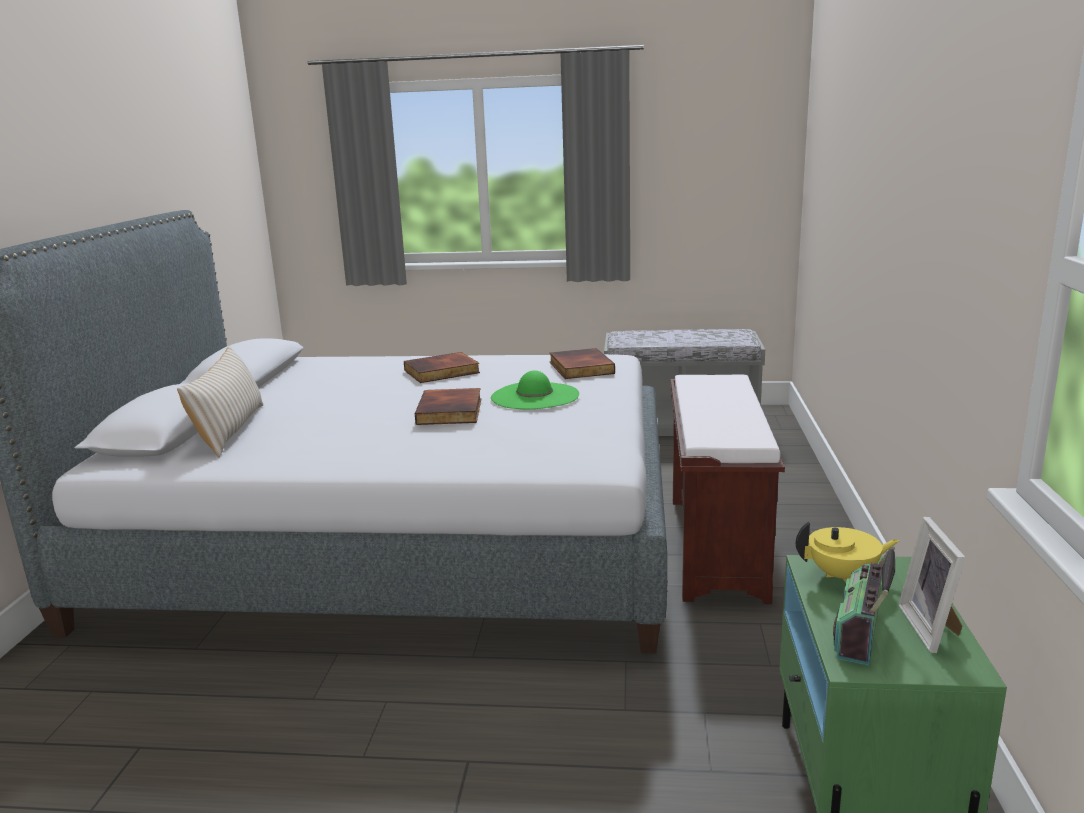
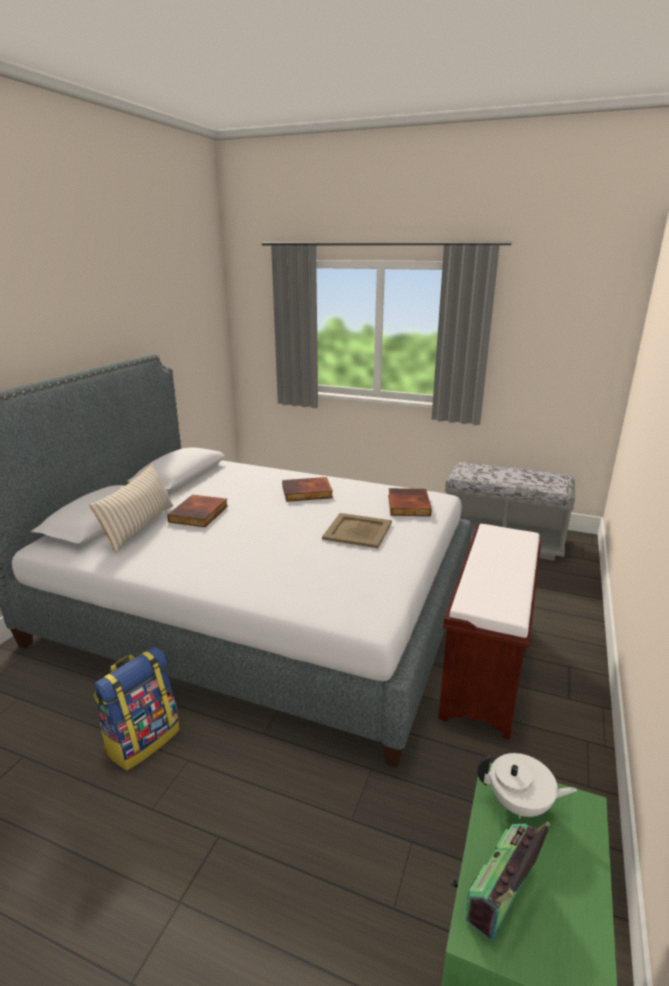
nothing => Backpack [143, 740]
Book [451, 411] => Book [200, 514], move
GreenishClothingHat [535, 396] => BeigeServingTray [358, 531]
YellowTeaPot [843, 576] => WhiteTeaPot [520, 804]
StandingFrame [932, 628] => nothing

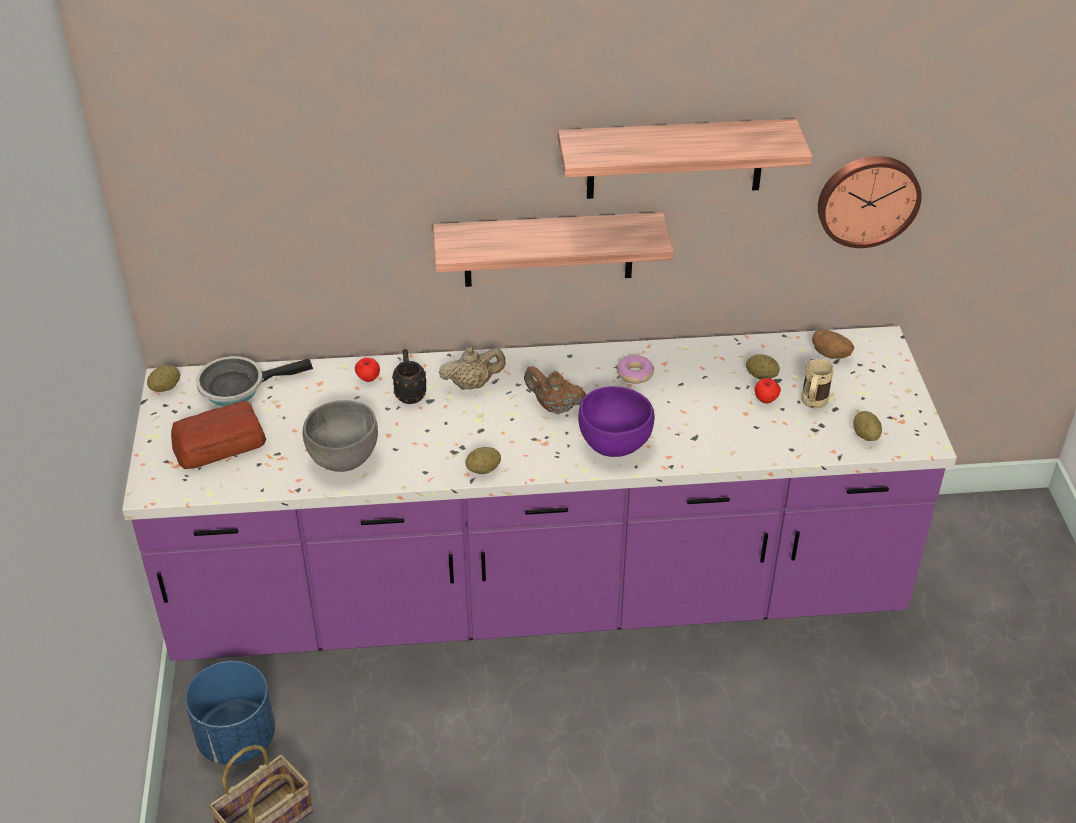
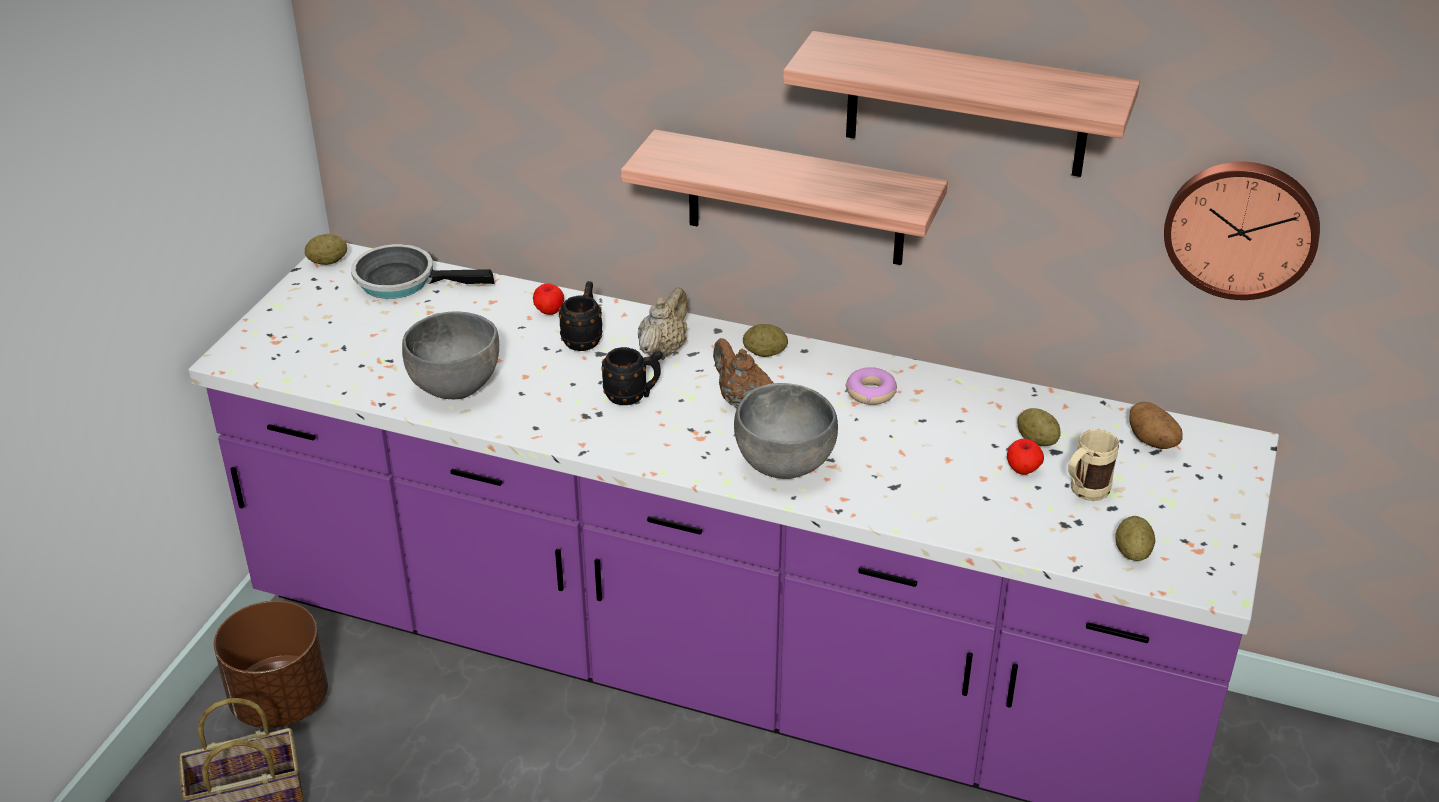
BlueFlowerPot [236, 738] => BrownishFlowerPot [280, 701]
nothing => BlackCoffeeMug [633, 396]
BeigeTeaPot [472, 384] => BeigeTeaPot [663, 350], 75 degrees counterclockwise
PurpleColouredServingBowl [613, 445] => GrayServingBowl [783, 465]
Potato [483, 469] => Potato [765, 353], move
BakedBread [218, 445] => nothing

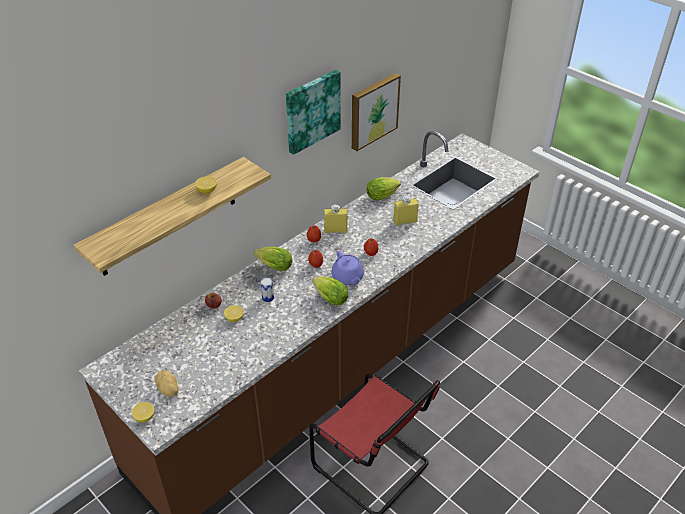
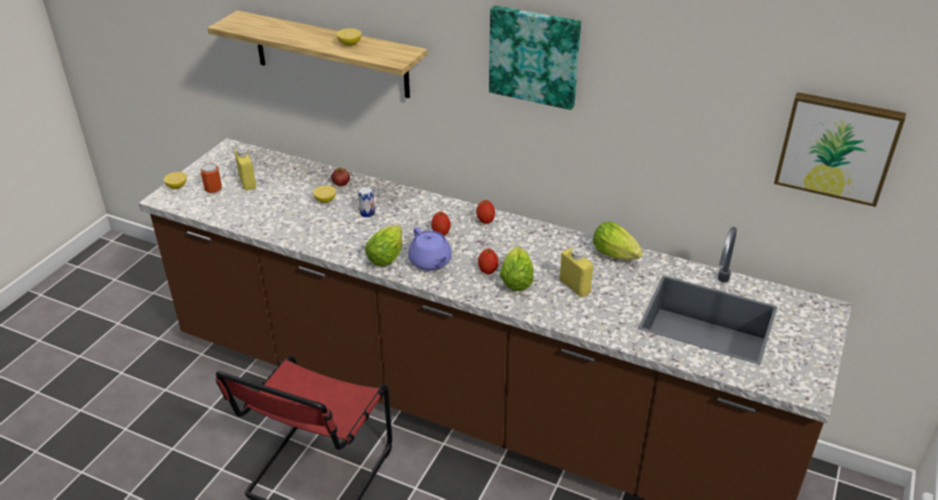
Potato [168, 390] => Can [213, 189]
YellowDrinkBottle [335, 230] => YellowDrinkBottle [247, 182], move
PurpleColouredTeaPot [348, 278] => PurpleColouredTeaPot [430, 262], 75 degrees counterclockwise
Lettuce [272, 266] => Lettuce [516, 279], move
Picture [373, 110] => Picture [837, 147], move

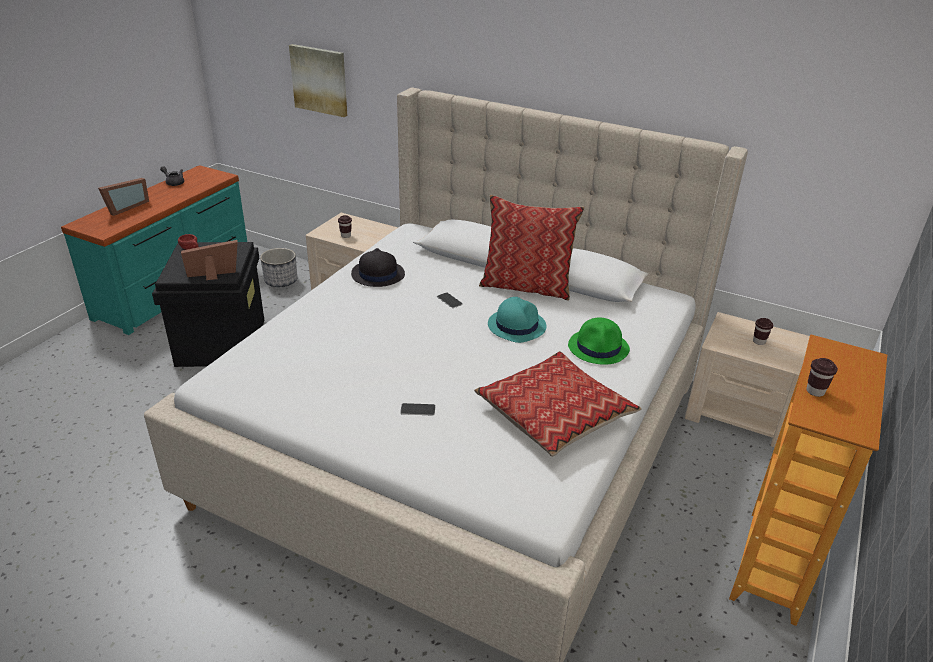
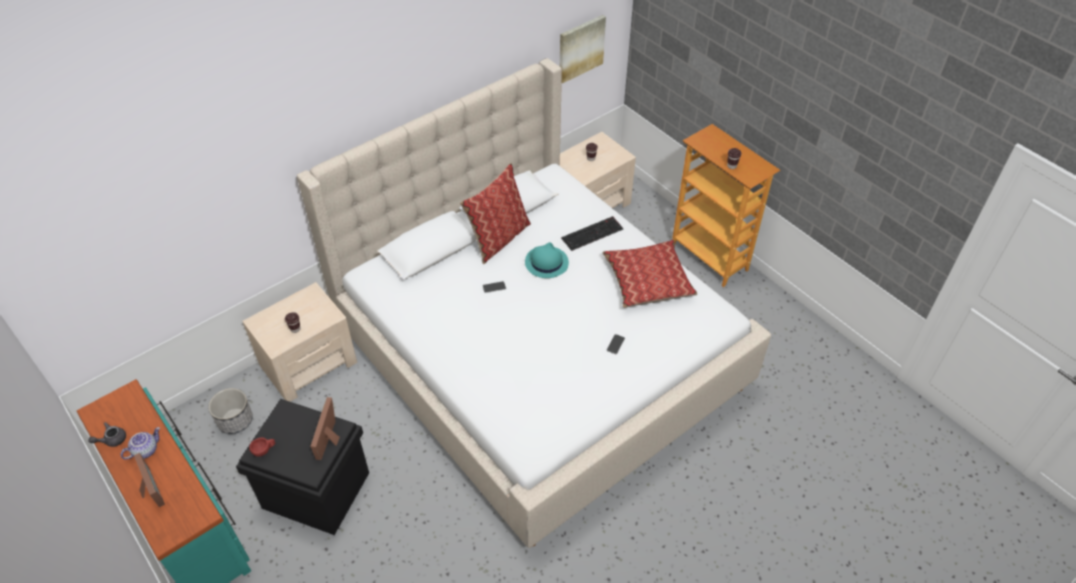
nothing => TeaPot [145, 450]
Picture [320, 80] => Picture [580, 48], move
GreenishClothingHat [599, 348] => Keyboard [592, 233]
BlackClothingHat [377, 274] => nothing

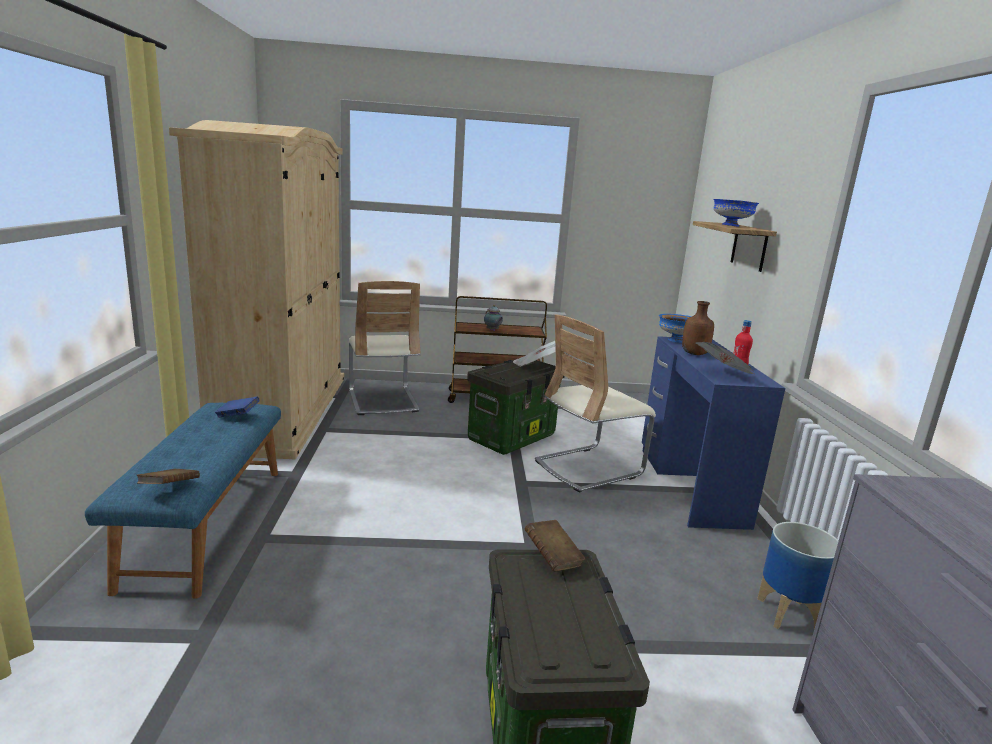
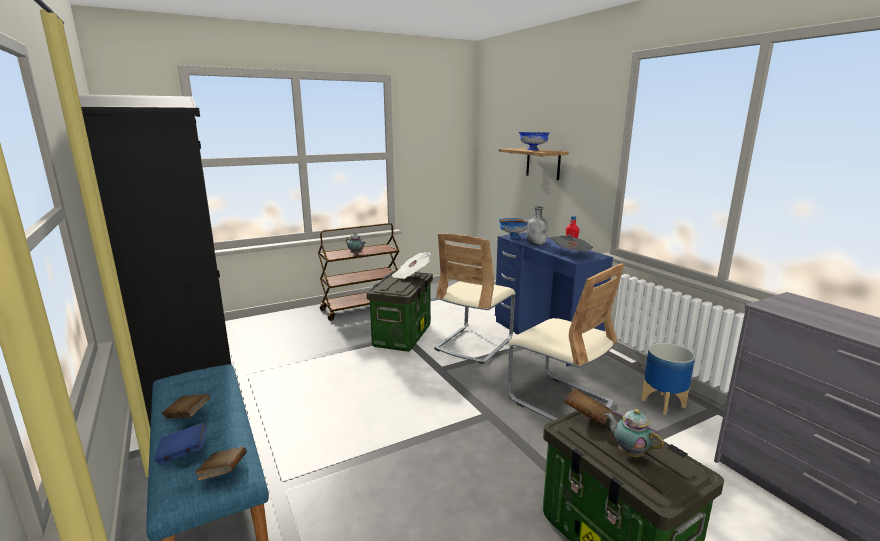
BeigeClothesCupboard [283, 410] => BlackClothesCupboard [187, 367]
BlueBook [238, 416] => BlueBook [183, 453], move
nothing => BrownishBook [187, 415]
BeigeChair [383, 401] => BeigeChair [560, 401], move
BrownishDrinkBottle [695, 354] => GrayDrinkBottle [536, 244]
nothing => TeaPot [629, 452]

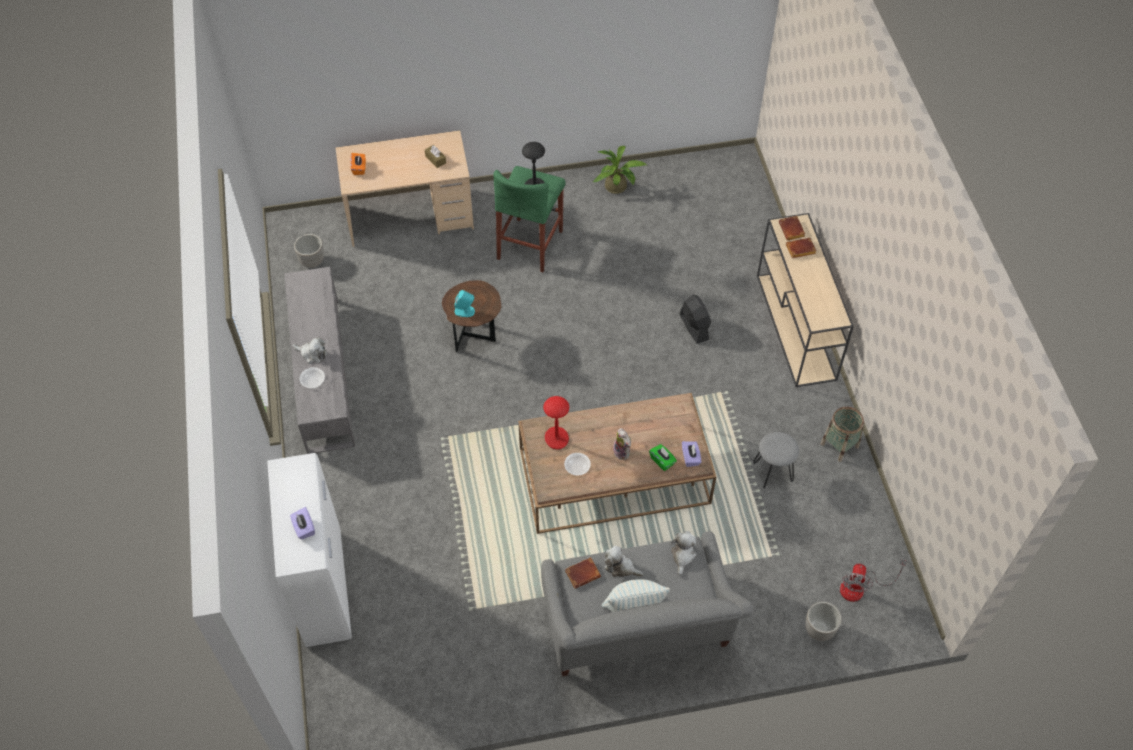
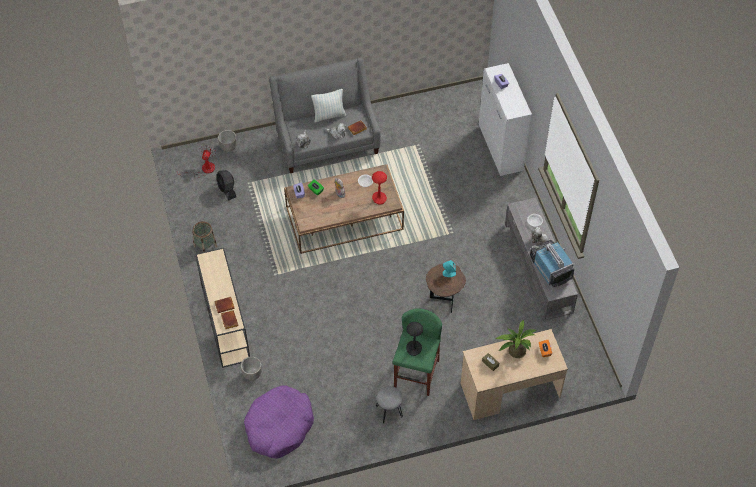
BlackCoolingFan [694, 327] => BlackCoolingFan [227, 190], move
FlowerPot [312, 261] => FlowerPot [252, 375], move
nothing => PurpleColouredPetBed [279, 426]
GrayStool [773, 472] => GrayStool [389, 411], move
PottedPlant [618, 187] => PottedPlant [514, 350], move
nothing => Television [550, 268]

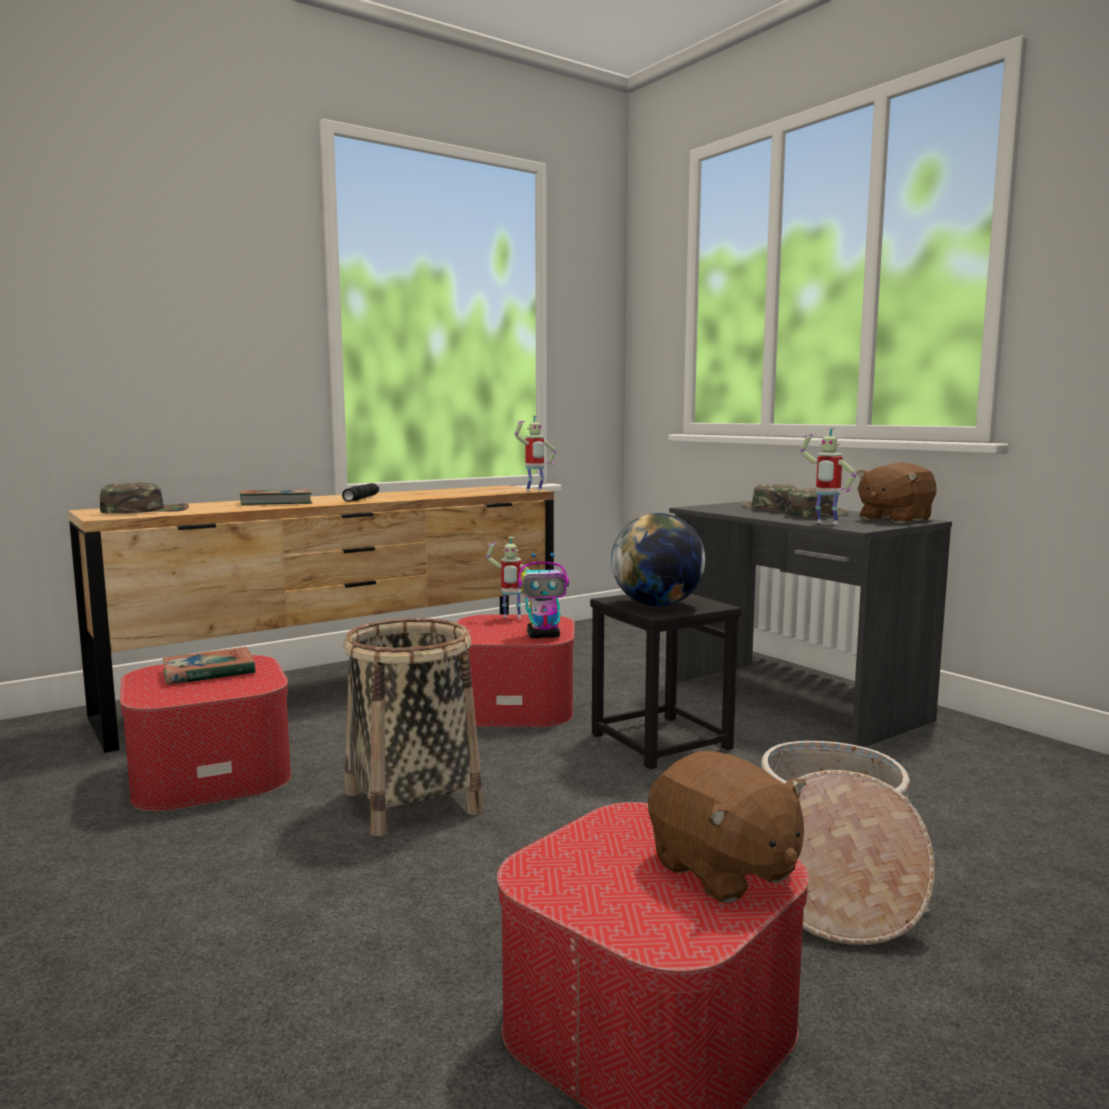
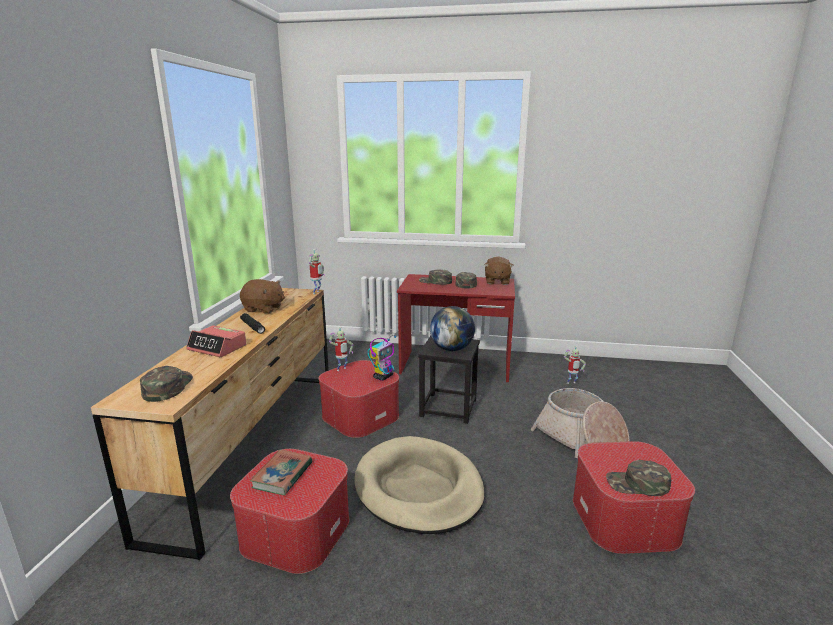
Book [276, 502] => AlarmClock [217, 347]
BrownishSoftToy [723, 870] => BrownishSoftToy [263, 309], move
HouseholdBasket [411, 802] => BeigePetBed [418, 488]
GrayDeskUnit [793, 701] => RedDeskUnit [455, 366]
RobotFigure [825, 523] => RobotFigure [571, 383], move
nothing => GreenishPeakedCap [637, 484]

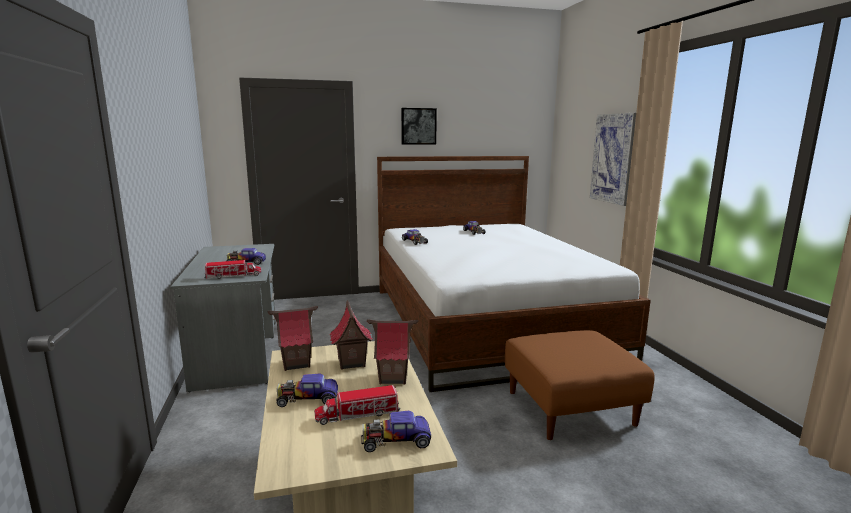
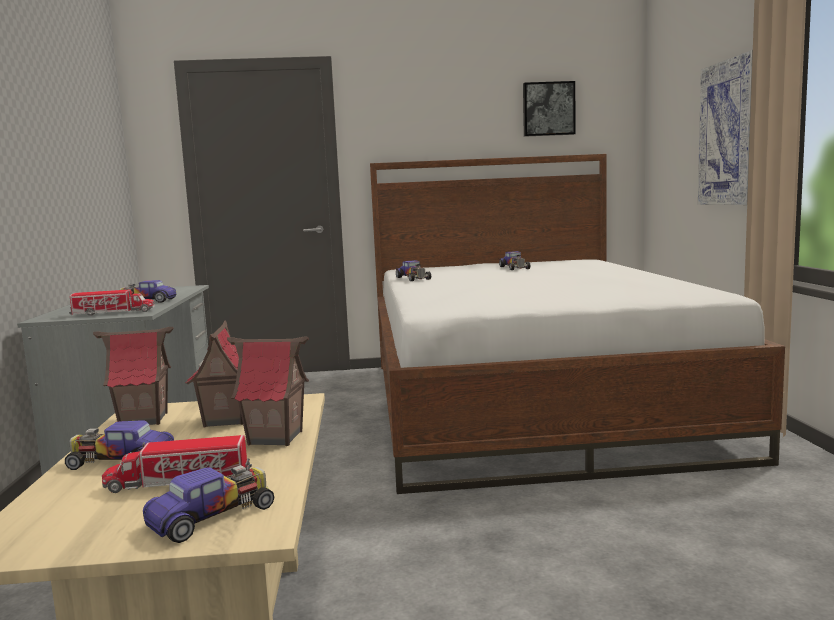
ToyCar [395, 440] => ToyCar [212, 516], 135 degrees clockwise
Picture [418, 126] => Picture [548, 109], move
BrownishOttoman [570, 407] => nothing

